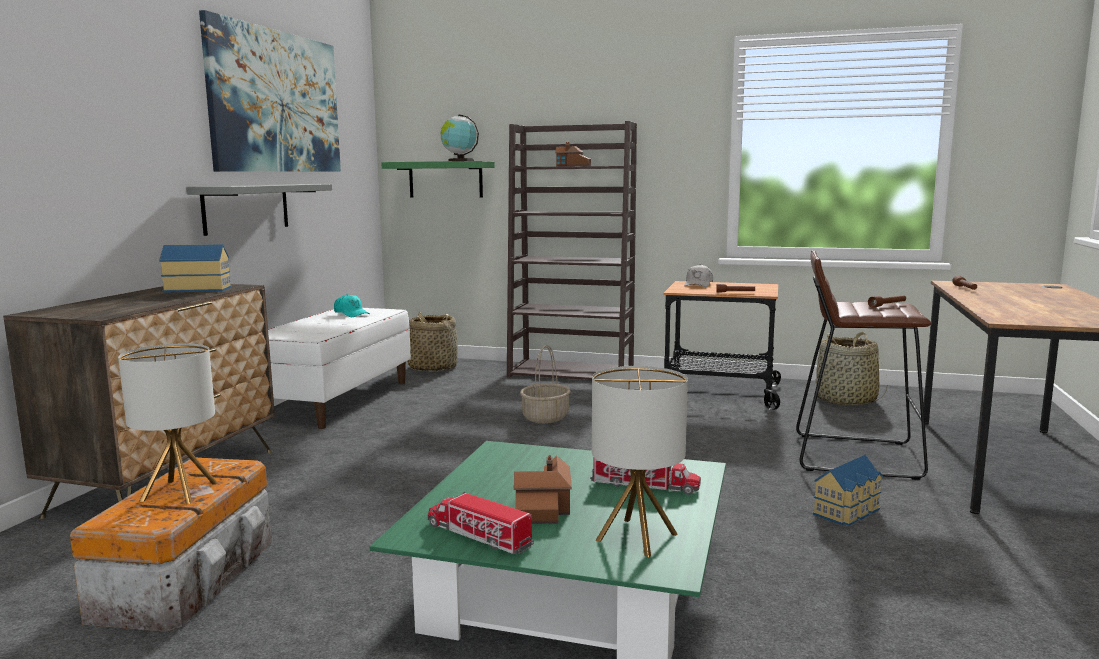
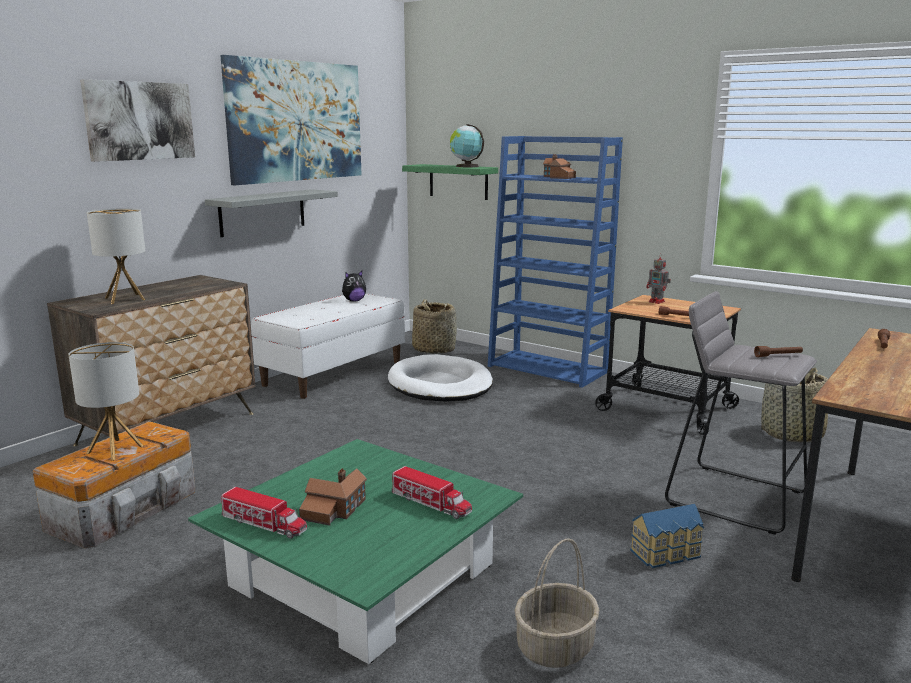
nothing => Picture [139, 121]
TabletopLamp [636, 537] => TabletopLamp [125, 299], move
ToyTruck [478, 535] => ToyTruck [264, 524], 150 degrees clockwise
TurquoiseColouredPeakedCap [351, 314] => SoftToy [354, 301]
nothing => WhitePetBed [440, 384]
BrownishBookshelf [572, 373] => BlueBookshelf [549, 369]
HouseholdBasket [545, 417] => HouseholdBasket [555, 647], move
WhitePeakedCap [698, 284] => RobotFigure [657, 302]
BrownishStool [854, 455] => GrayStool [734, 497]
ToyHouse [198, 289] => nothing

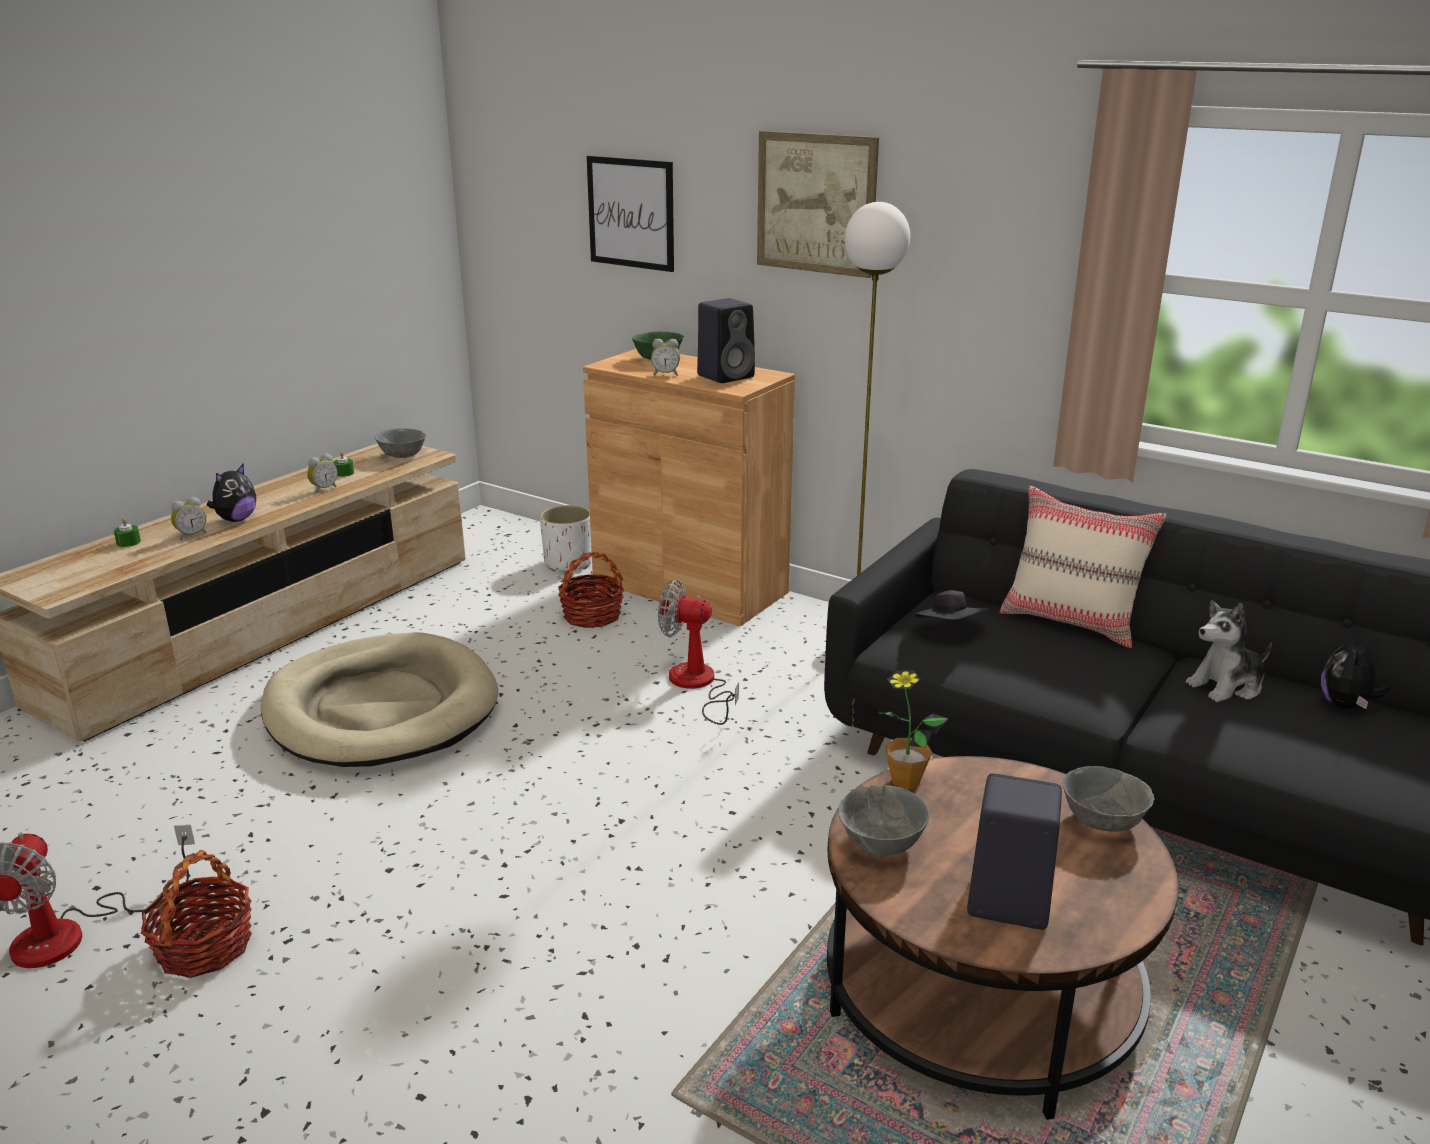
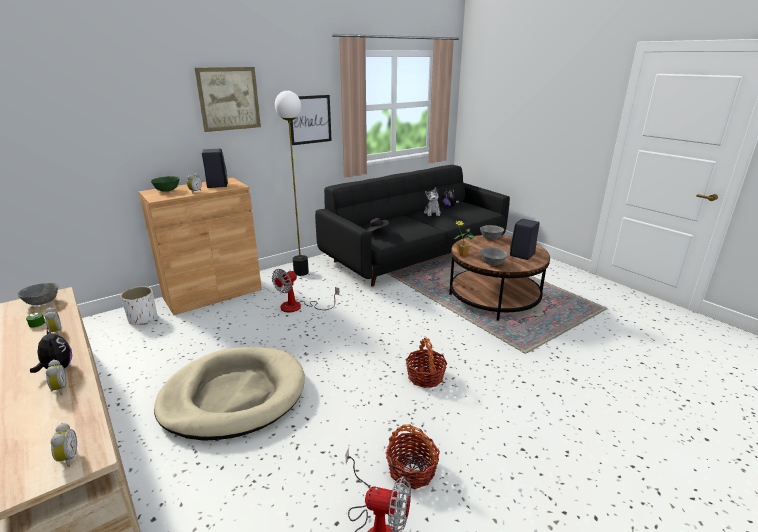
nothing => AlarmClock [67, 458]
Picture [631, 213] => Picture [310, 119], move
HouseholdBasket [592, 616] => HouseholdBasket [425, 377], move
GreenishCandle [128, 542] => nothing
BeigeThrowPillow [1071, 622] => nothing

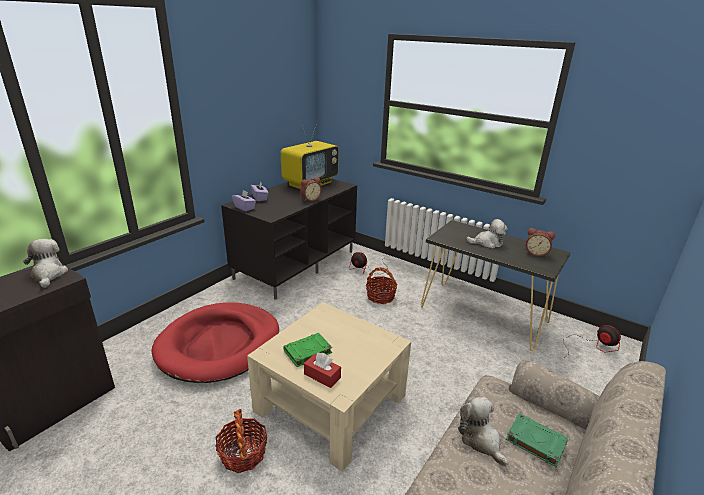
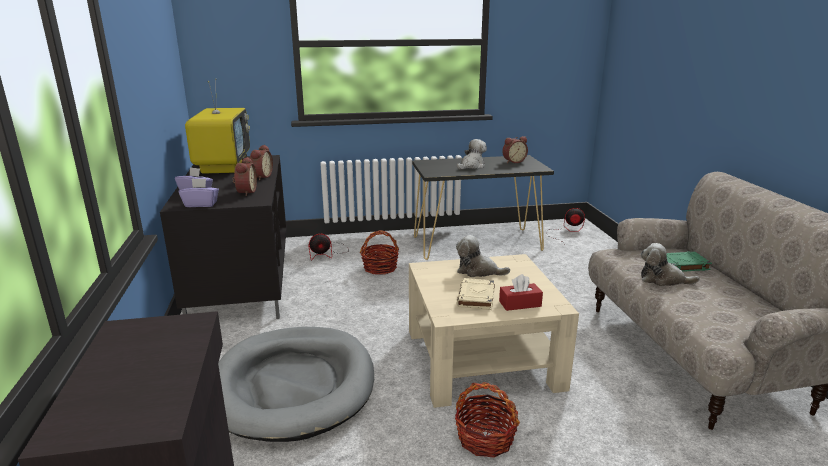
RedPetBed [219, 345] => GrayPetBed [293, 385]
nothing => AlarmClock [245, 192]
SoftToy [48, 274] => SoftToy [478, 271], move
GreenishBook [307, 352] => BeigeBook [476, 297]

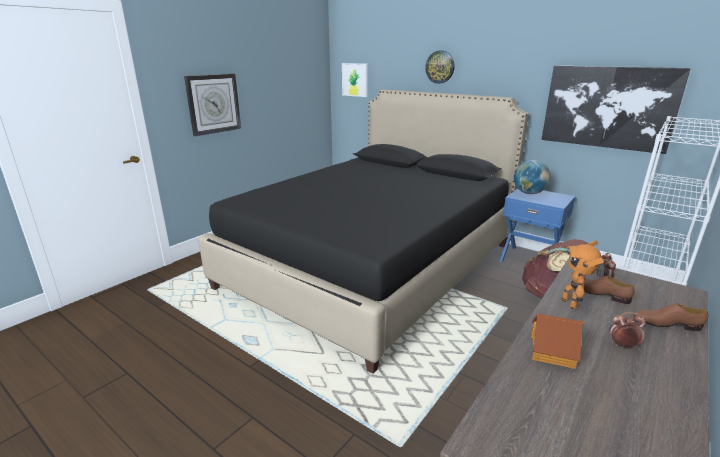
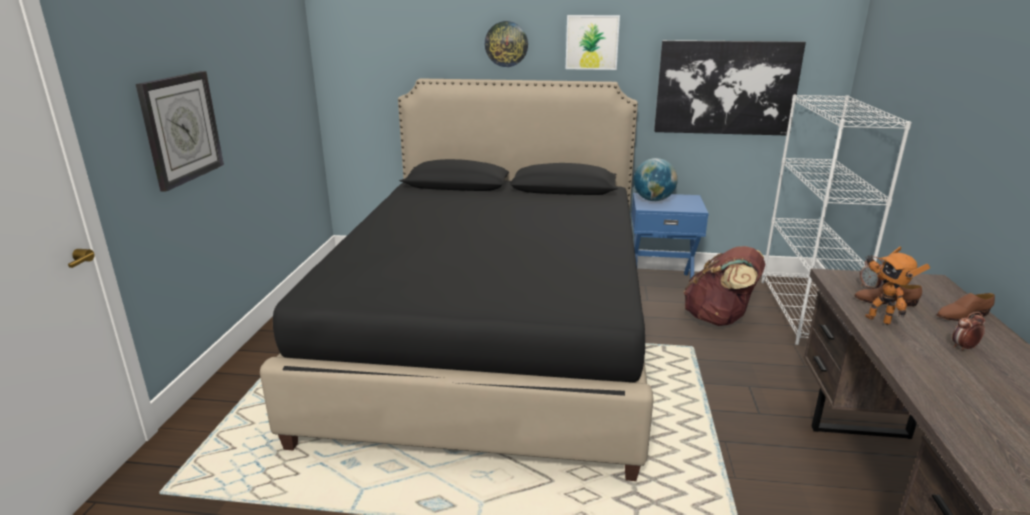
Picture [355, 79] => Picture [592, 42], move
ToyHouse [553, 351] => nothing

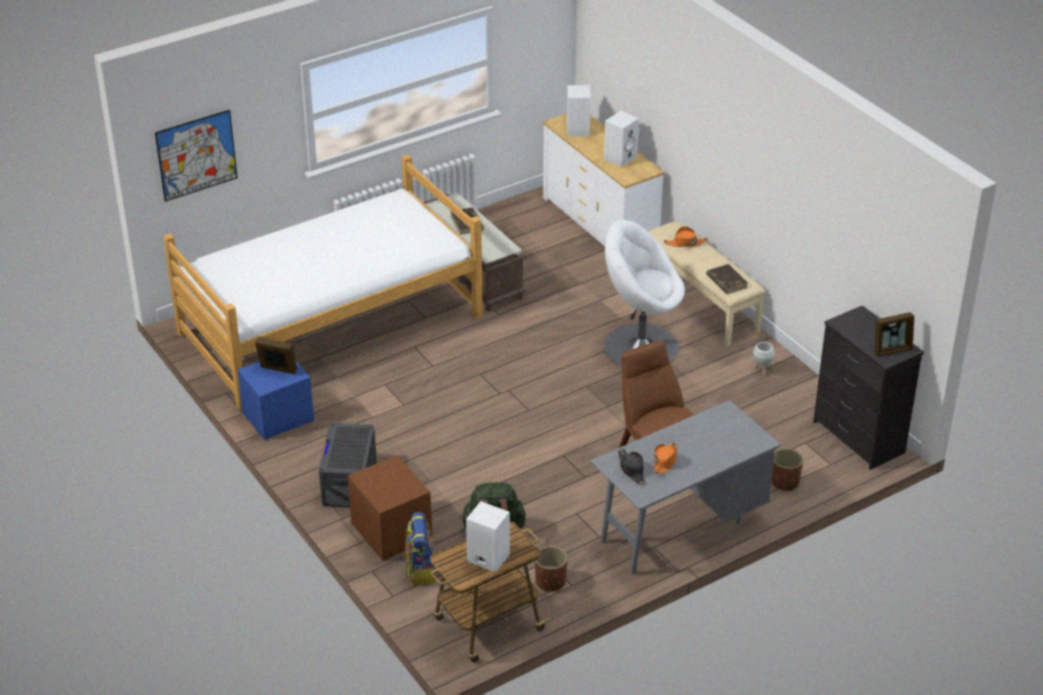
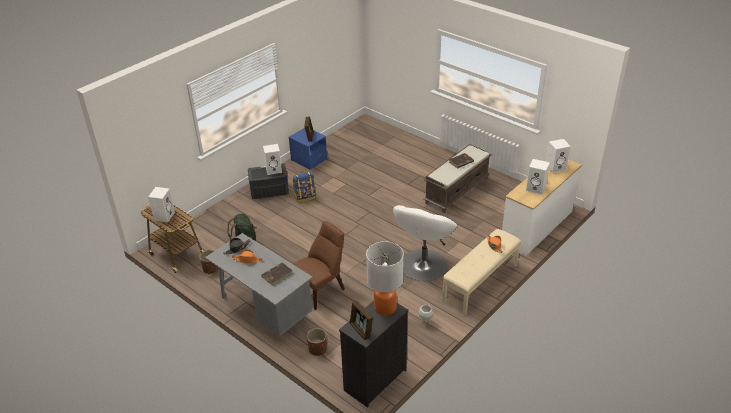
BrownishBook [726, 281] => BrownishBook [277, 274], move
nothing => WhiteLoudspeaker [274, 169]
Backpack [420, 570] => Backpack [305, 197], move
nothing => TabletopLamp [385, 308]
WhiteArmchair [639, 346] => WhiteArmchair [423, 265], 150 degrees counterclockwise
Picture [196, 155] => nothing
Bed [330, 325] => nothing
BrownishNightTable [390, 531] => nothing

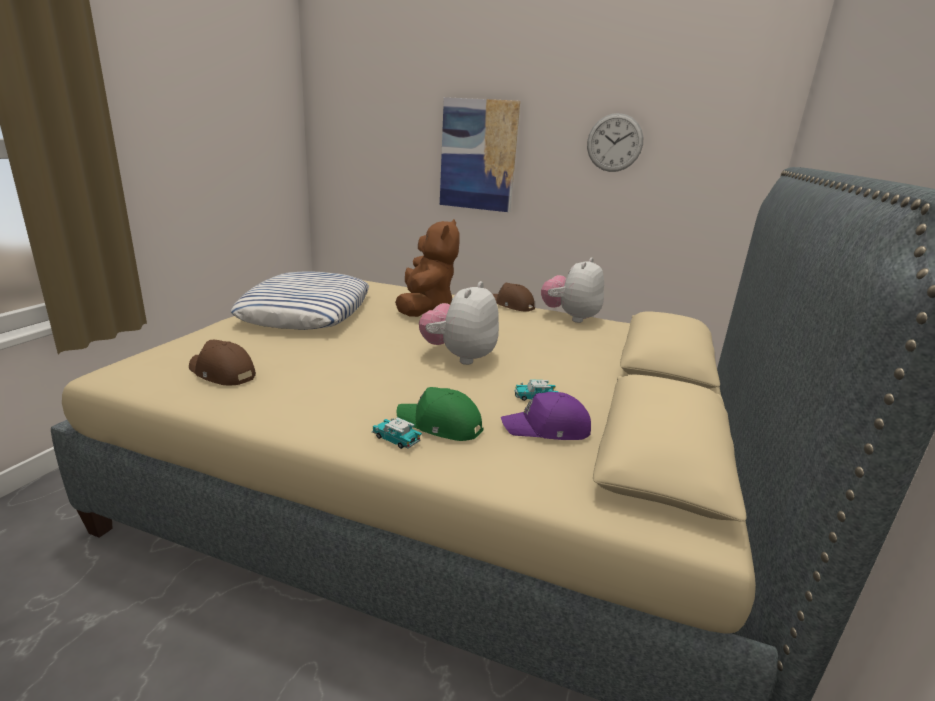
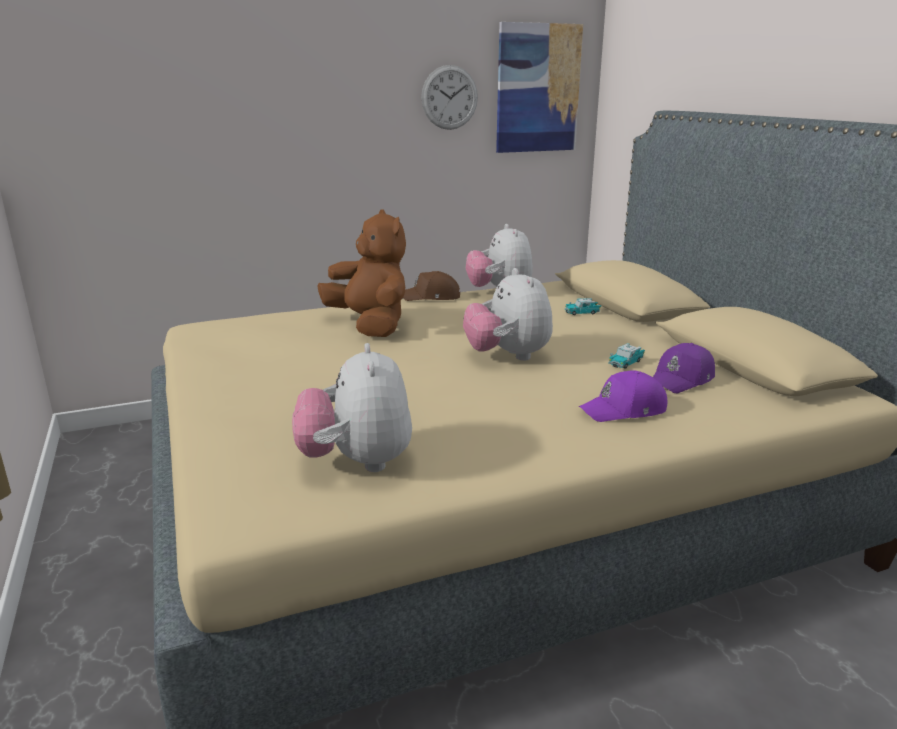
BrownishPeakedCap [221, 373] => SoftToy [357, 462]
Picture [478, 155] => Picture [538, 89], move
ToyCar [396, 439] => ToyCar [582, 312], move
GreenishPeakedCap [439, 425] => PurpleColouredPeakedCap [624, 410]
ThrowPillow [307, 311] => nothing

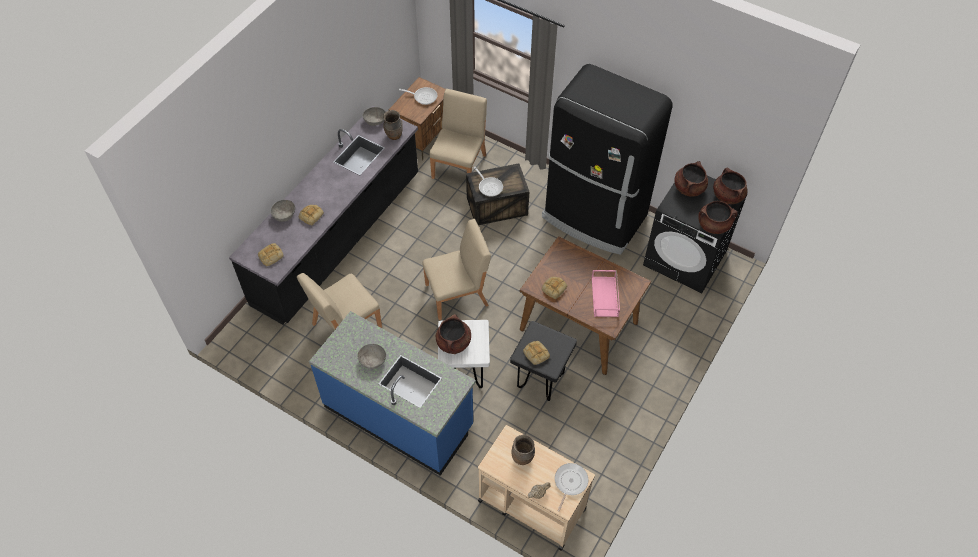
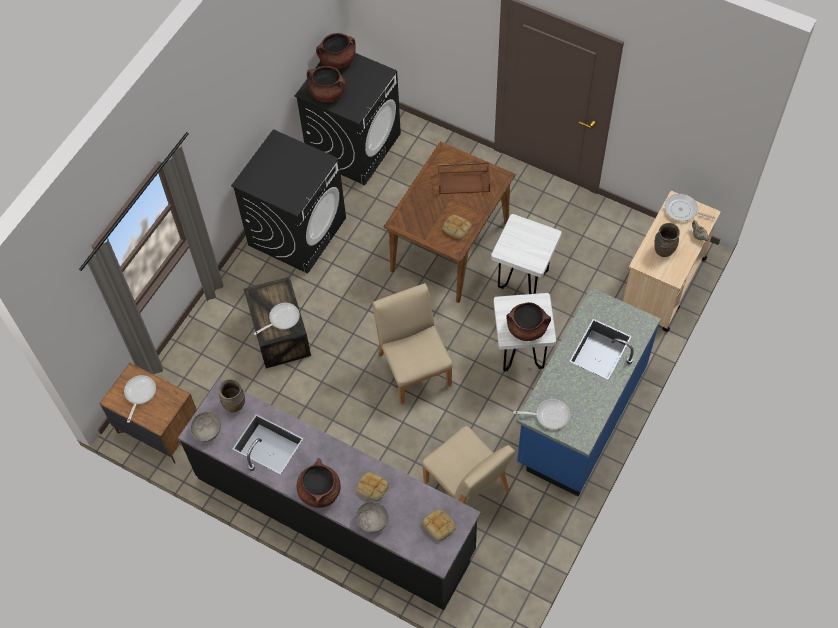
BlackKitchenFridge [594, 217] => BlackLaundryAppliance [297, 231]
BrownishSaucepot [713, 225] => BrownishSaucepot [319, 491], move
PinkColouredServingTray [605, 297] => BrownishServingTray [464, 181]
BlackStool [540, 381] => WhiteStool [523, 281]
nothing => Skillet [549, 415]
GrayServingBowl [372, 360] => nothing
BeigeChair [459, 166] => nothing
BakedBread [535, 354] => nothing

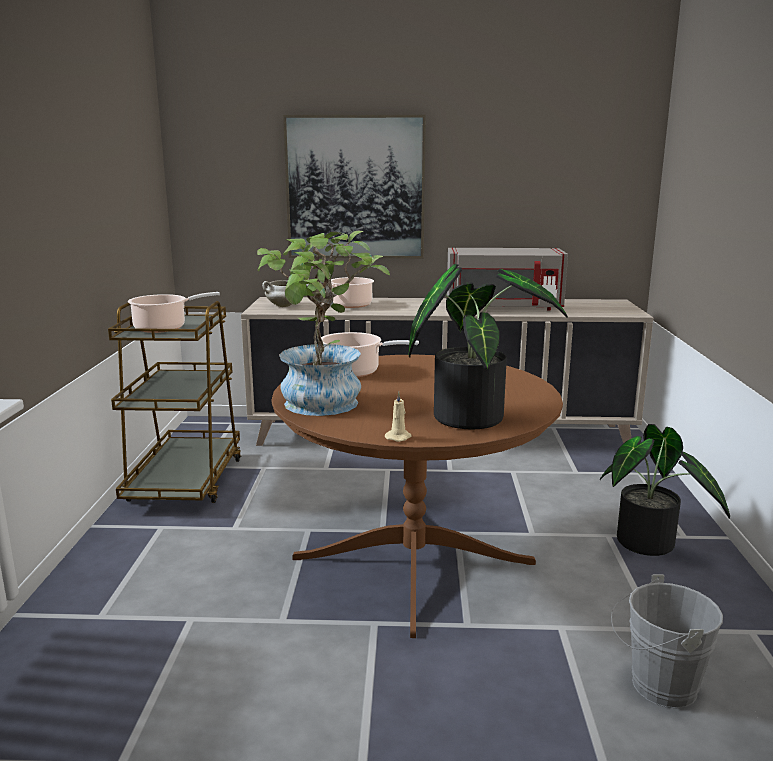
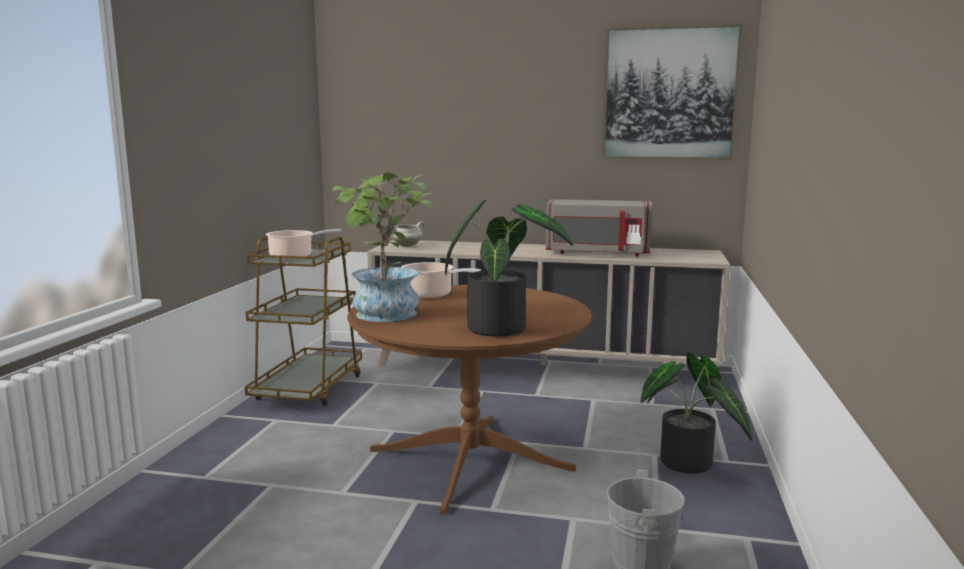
Picture [355, 188] => Picture [669, 94], move
Saucepot [348, 305] => nothing
BeigeCandle [399, 437] => nothing

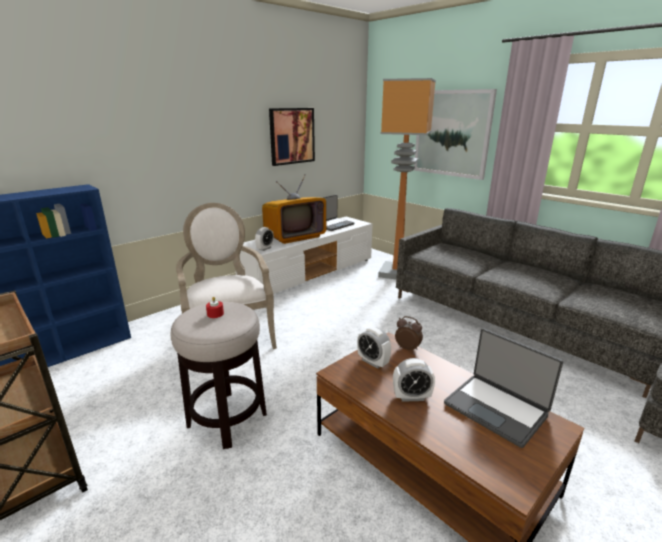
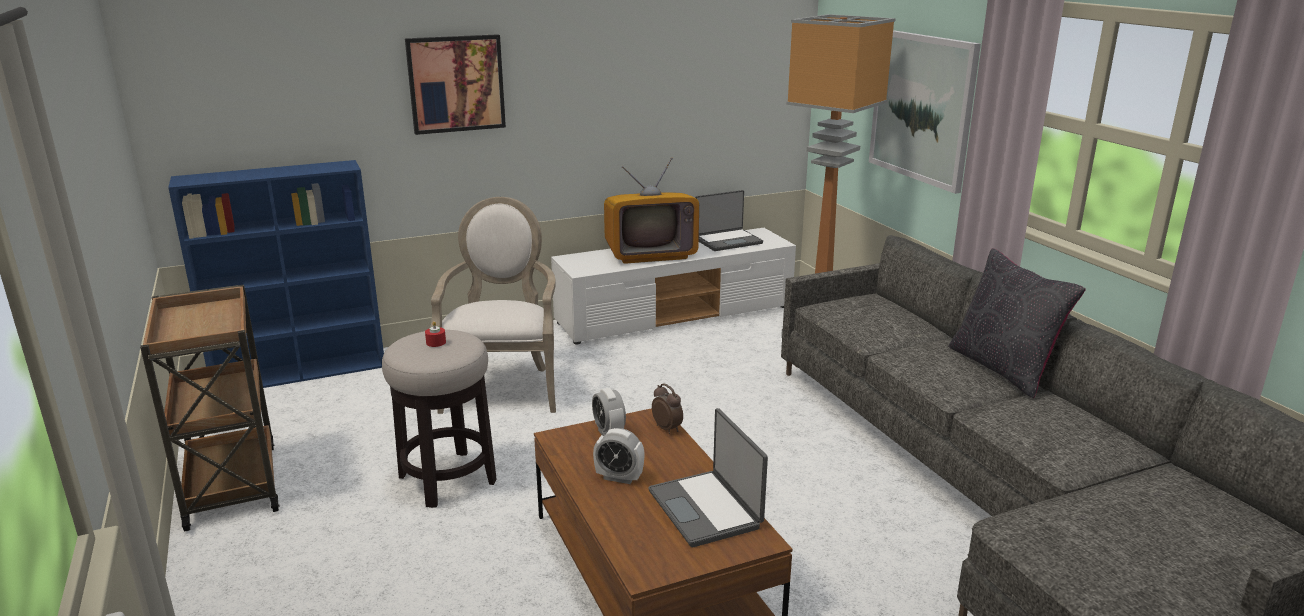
Picture [292, 136] => Picture [456, 83], move
nothing => BlackThrowPillow [1003, 368]
AlarmClock [265, 248] => nothing

